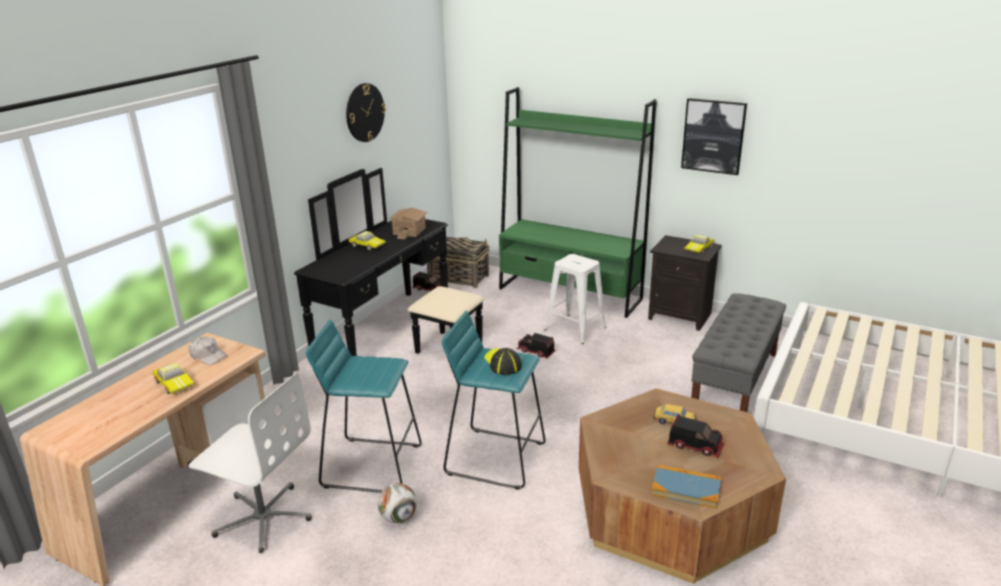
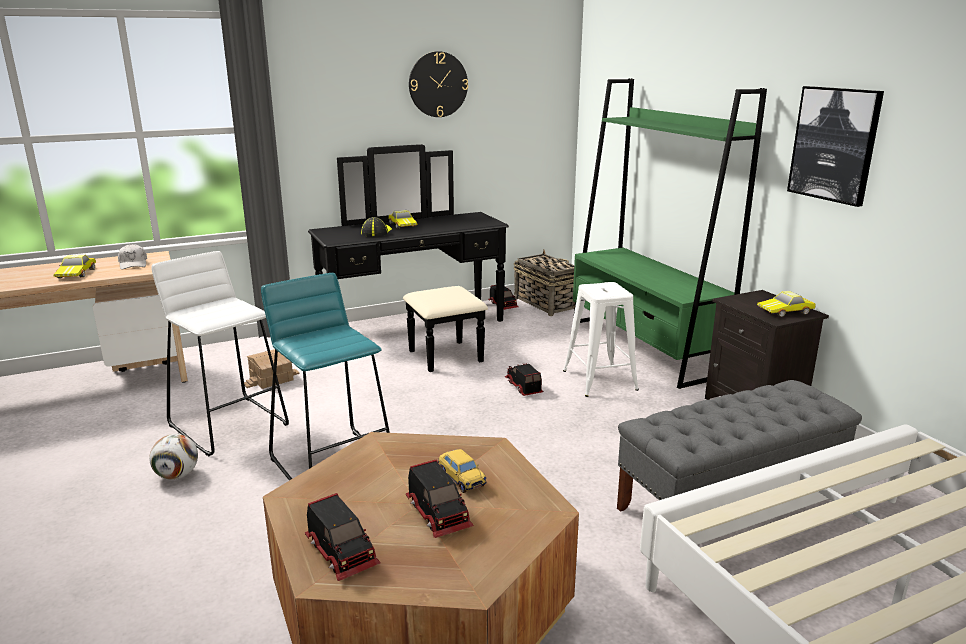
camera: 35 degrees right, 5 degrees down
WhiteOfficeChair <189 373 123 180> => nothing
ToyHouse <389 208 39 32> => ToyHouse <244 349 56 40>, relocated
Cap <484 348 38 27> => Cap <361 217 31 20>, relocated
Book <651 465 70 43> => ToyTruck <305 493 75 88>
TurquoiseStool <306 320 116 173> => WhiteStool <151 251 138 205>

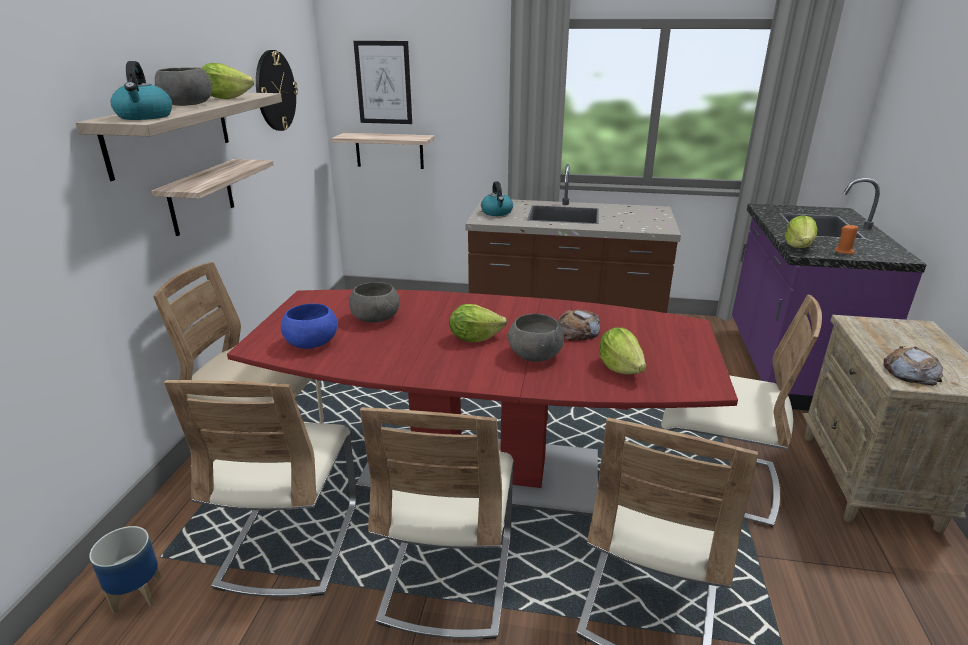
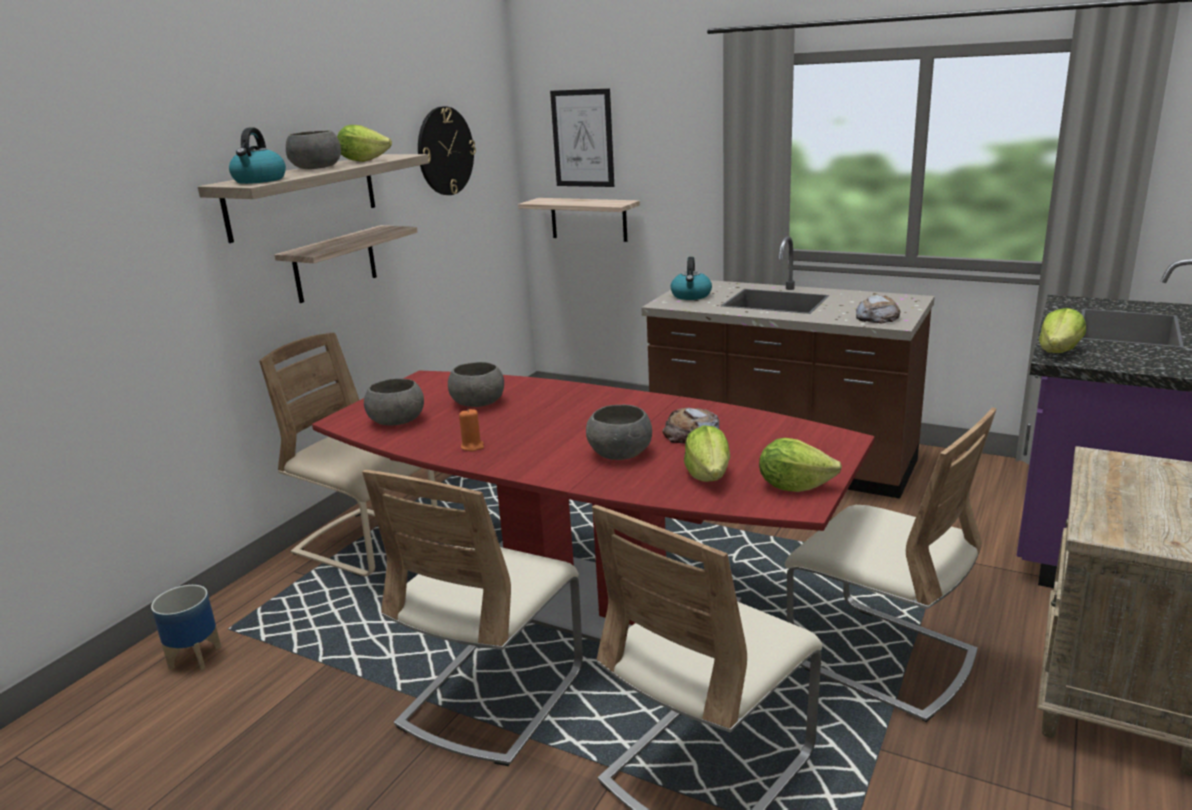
camera: 20 degrees right, 5 degrees down
BeigeChair <164 380 193 217> => nothing
Lettuce <449 304 58 38> => Lettuce <759 438 83 54>, relocated
OrangeCandle <834 224 24 30> => OrangeCandle <459 409 25 43>, relocated
Bread <884 346 59 40> => Bread <856 295 45 29>, relocated
BlueBowl <281 304 56 45> => GreyBowl <364 378 60 48>

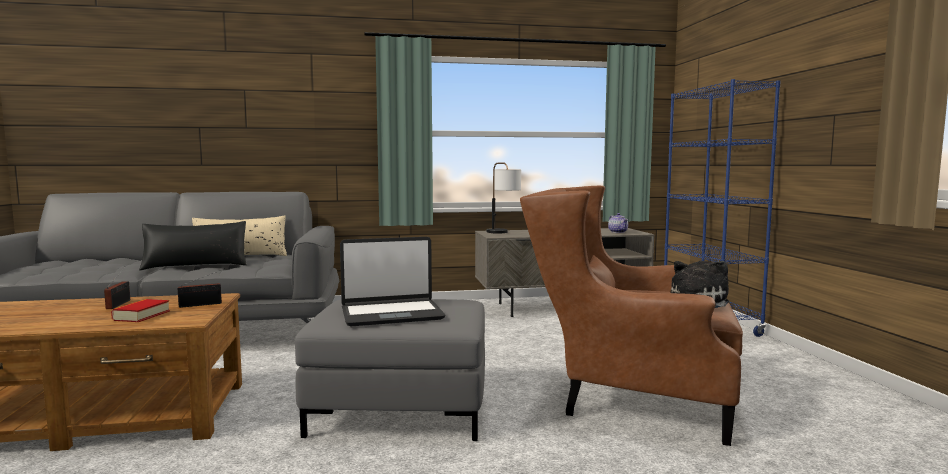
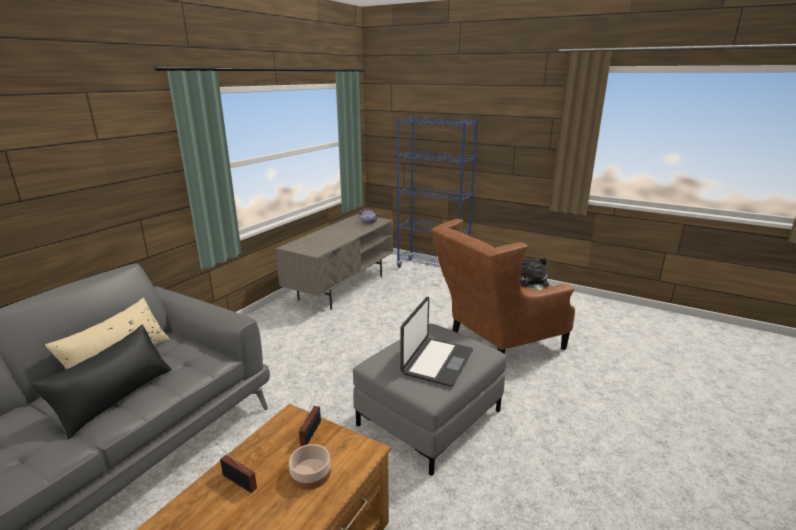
camera: 50 degrees left, 15 degrees up
TableLamp <487 162 34 72> => nothing
Book <111 299 59 23> => Bowl <289 444 42 46>

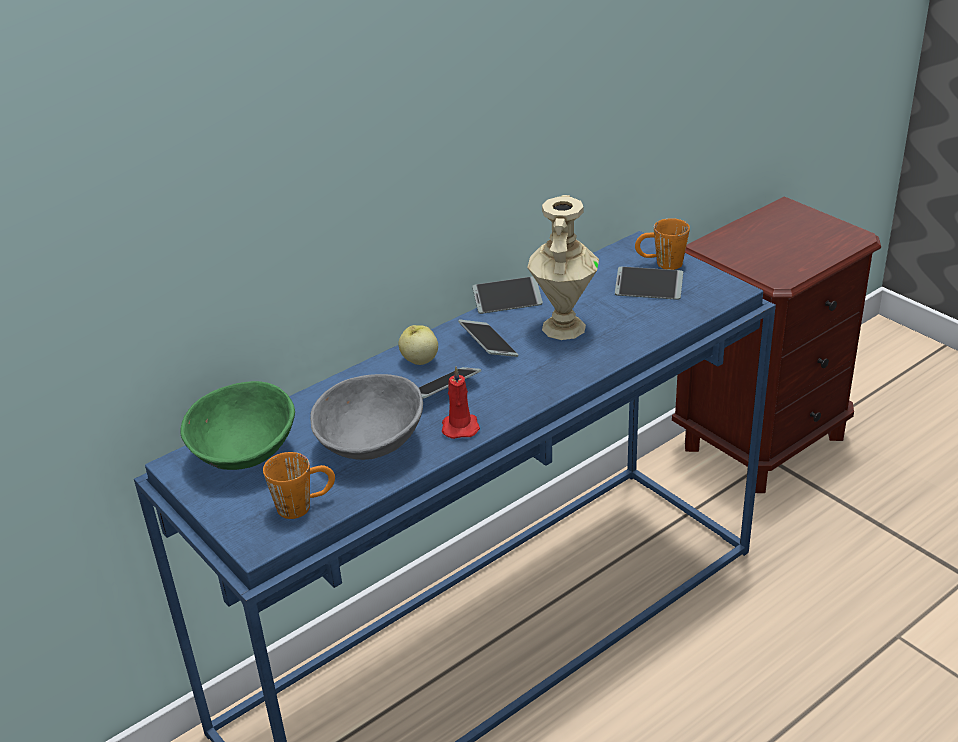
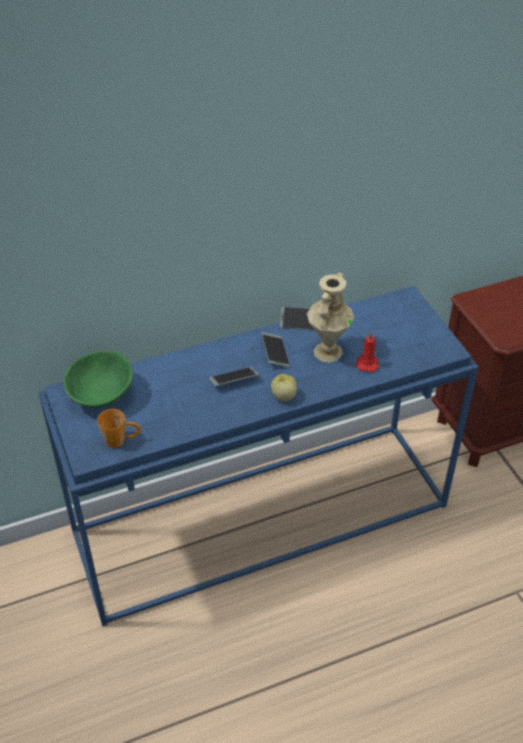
camera: 15 degrees right, 10 degrees up
GreyBowl <310 374 113 86> => nothing
Phone <615 267 68 33> => nothing
OrangeMug <635 218 55 52> => nothing
Apple <398 325 40 40> => Apple <271 374 26 27>, relocated
RedCandle <442 367 38 72> => RedCandle <356 331 23 41>, relocated

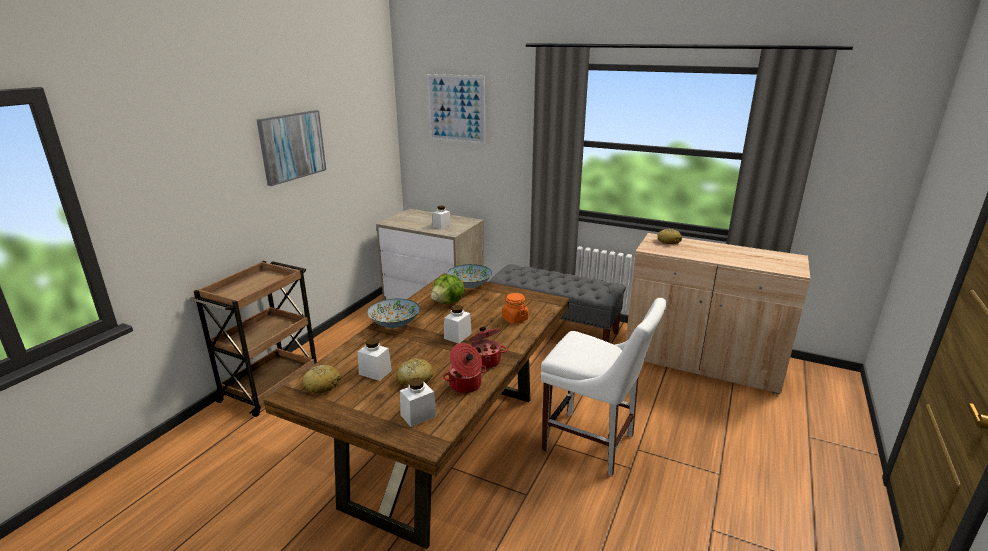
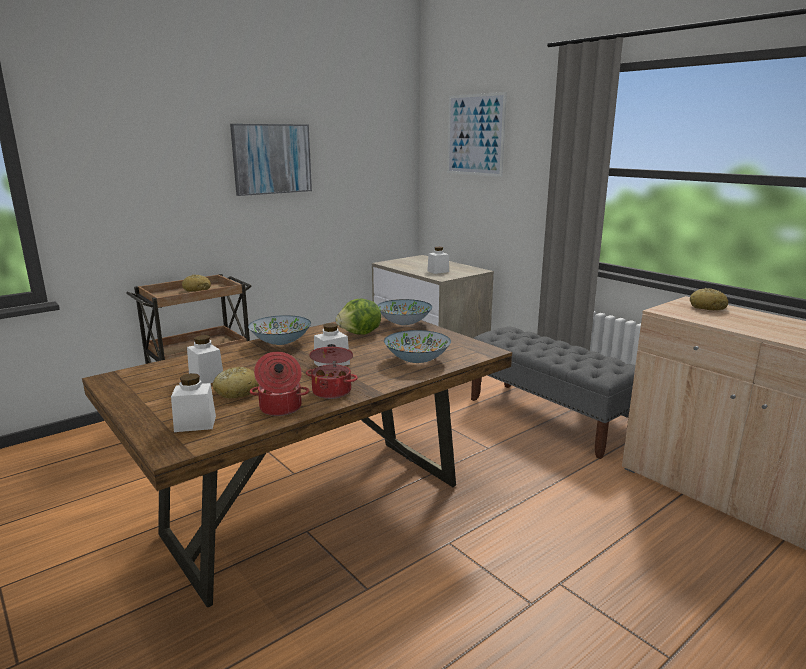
camera: 25 degrees right, 5 degrees down
WhiteChair <541 298 126 178> => nothing
Bread <302 365 39 29> => Bread <182 275 29 17>, relocated
OrangeJar <502 293 26 31> => Bowl <384 330 67 33>

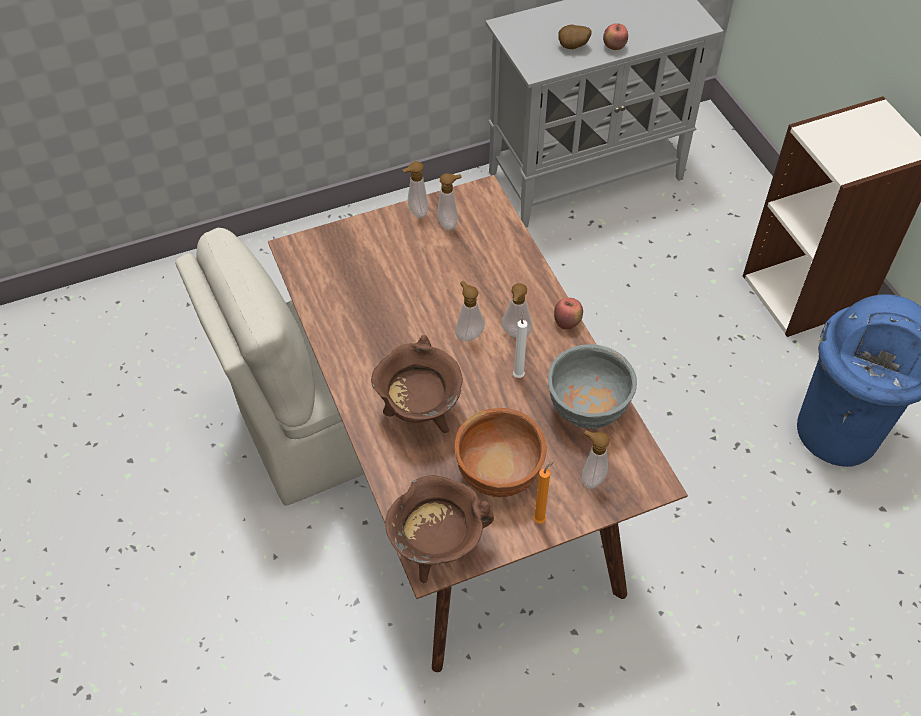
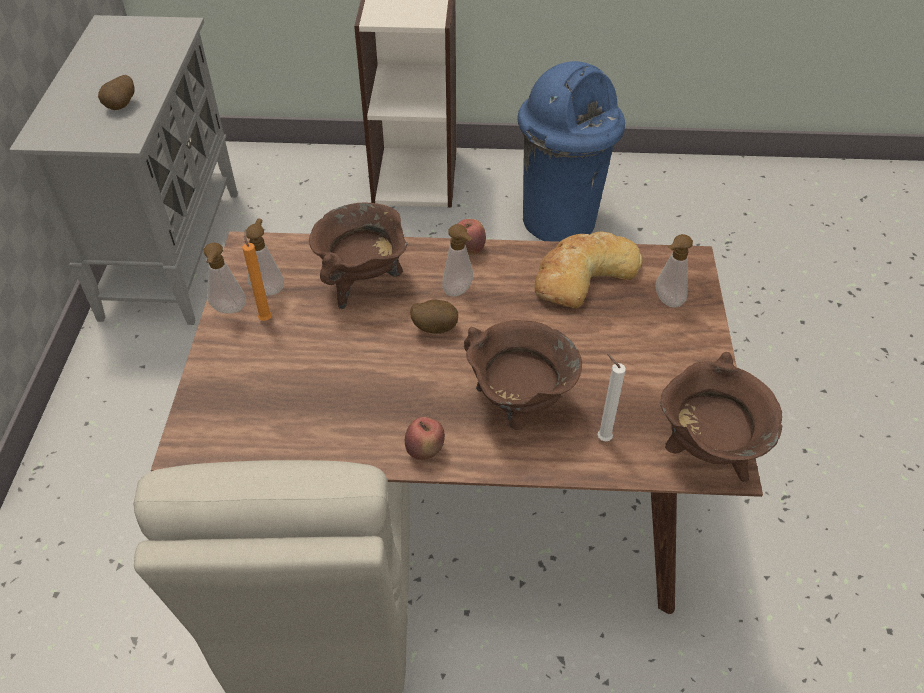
camera: 65 degrees left, 5 degrees down
BrownBowl <455 408 92 89> => nothing
nothing => BrownCookingPot <309 203 98 106>
WhiteCandle <513 309 15 69> => WhiteCandle <597 354 29 87>, relocated
OrangeCandle <533 461 21 63> => OrangeCandle <242 229 30 92>, relocated
Apple <603 24 25 26> => Apple <405 417 40 43>, relocated
SoapDispenser <455 281 30 60> => Potato <410 299 48 35>
GreyBowl <548 344 89 85> => Bread <535 232 108 77>

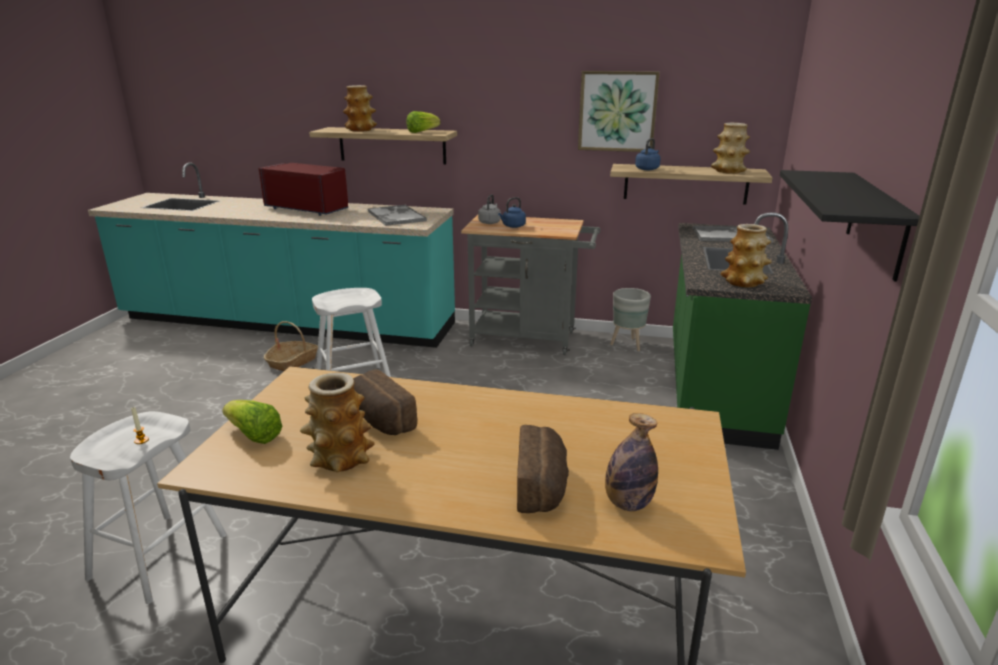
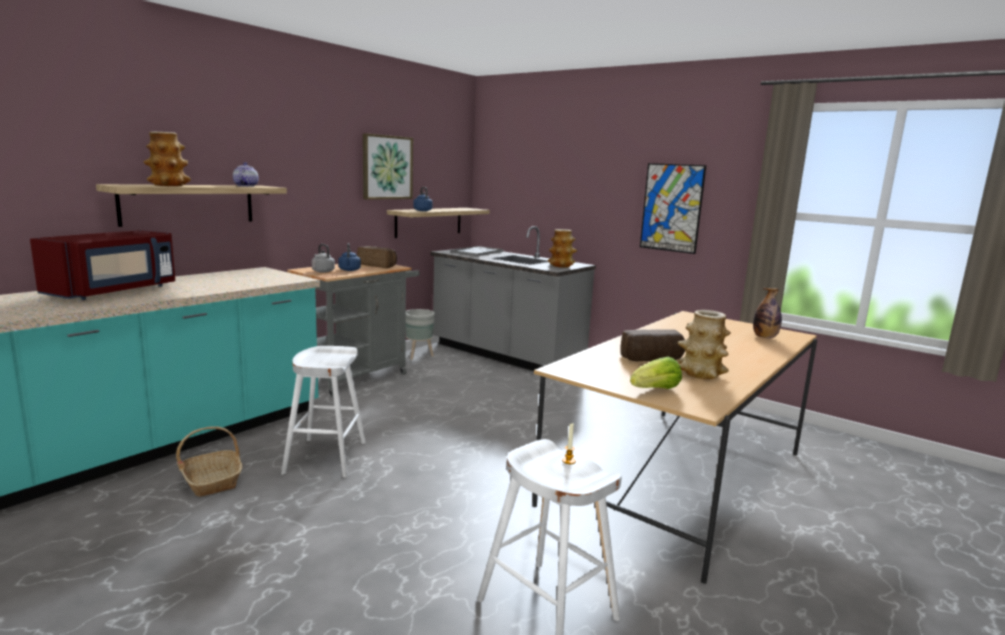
camera: 65 degrees left, 10 degrees down
Tray <367 205 60 21> => nothing
Vase <711 123 39 51> => nothing
Bread <517 425 52 88> => Bread <357 246 40 22>, relocated
Lettuce <406 111 34 22> => Teapot <233 162 26 25>
BlackShelf <780 170 139 112> => Picture <640 163 66 91>
GreenCounter <673 212 139 238> => GreyCounter <430 226 166 145>
RedMicrowave <259 163 89 53> => RedMicrowave <30 230 146 70>, 150 degrees clockwise

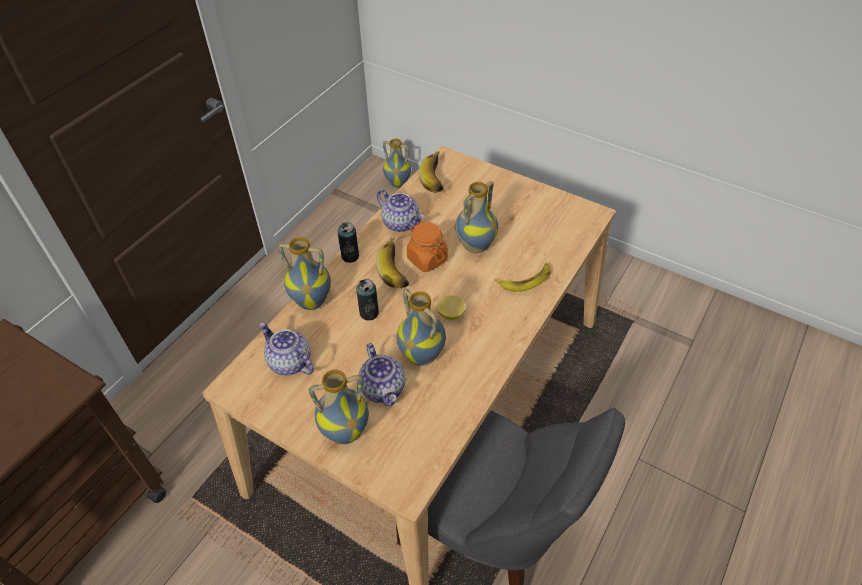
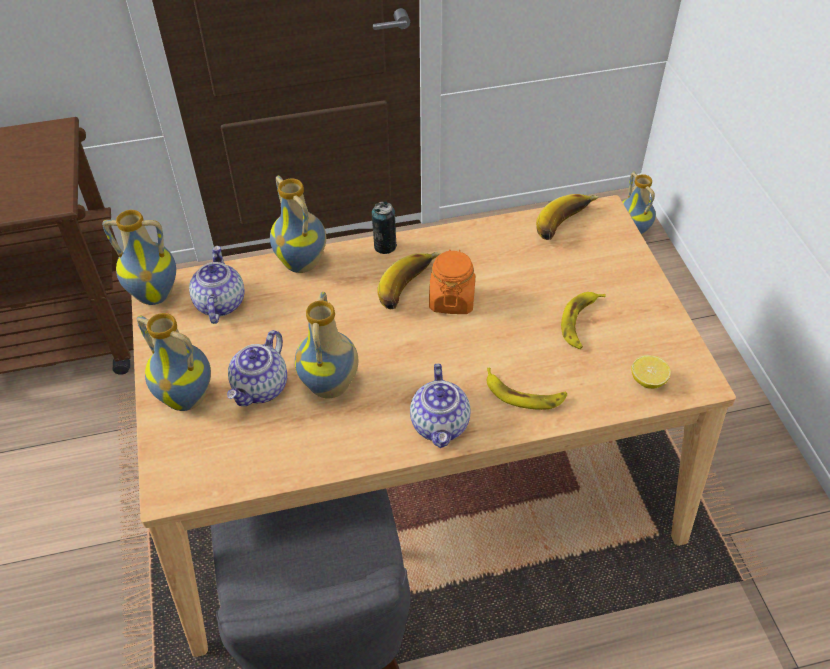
camera: 45 degrees right, 0 degrees up
Can <356 279 23 42> => nothing
nothing => Banana <561 292 45 57>
Teapot <377 189 47 43> => Teapot <410 364 61 84>, relocated
Lemon <437 295 29 25> => Lemon <631 355 40 34>, relocated
Vase <455 181 43 72> => Vase <102 210 74 95>, relocated

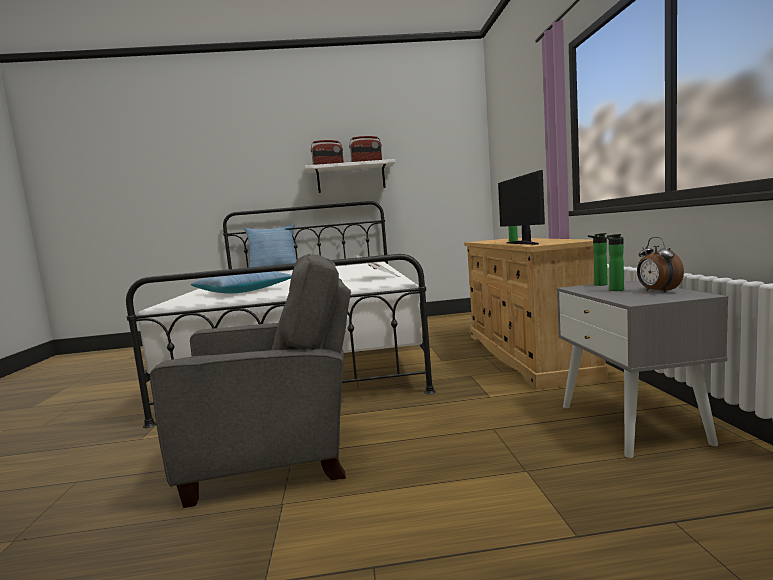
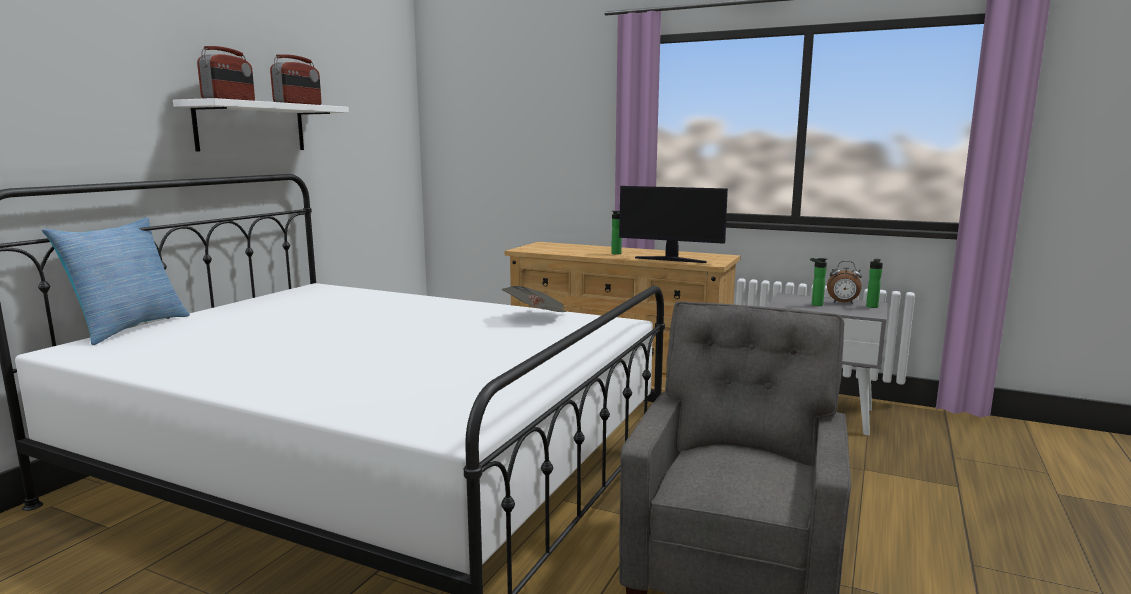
camera: 60 degrees left, 5 degrees up
Pillow <191 271 101 23> => nothing
Bottle <588 233 20 53> => Bottle <866 259 17 49>, relocated

